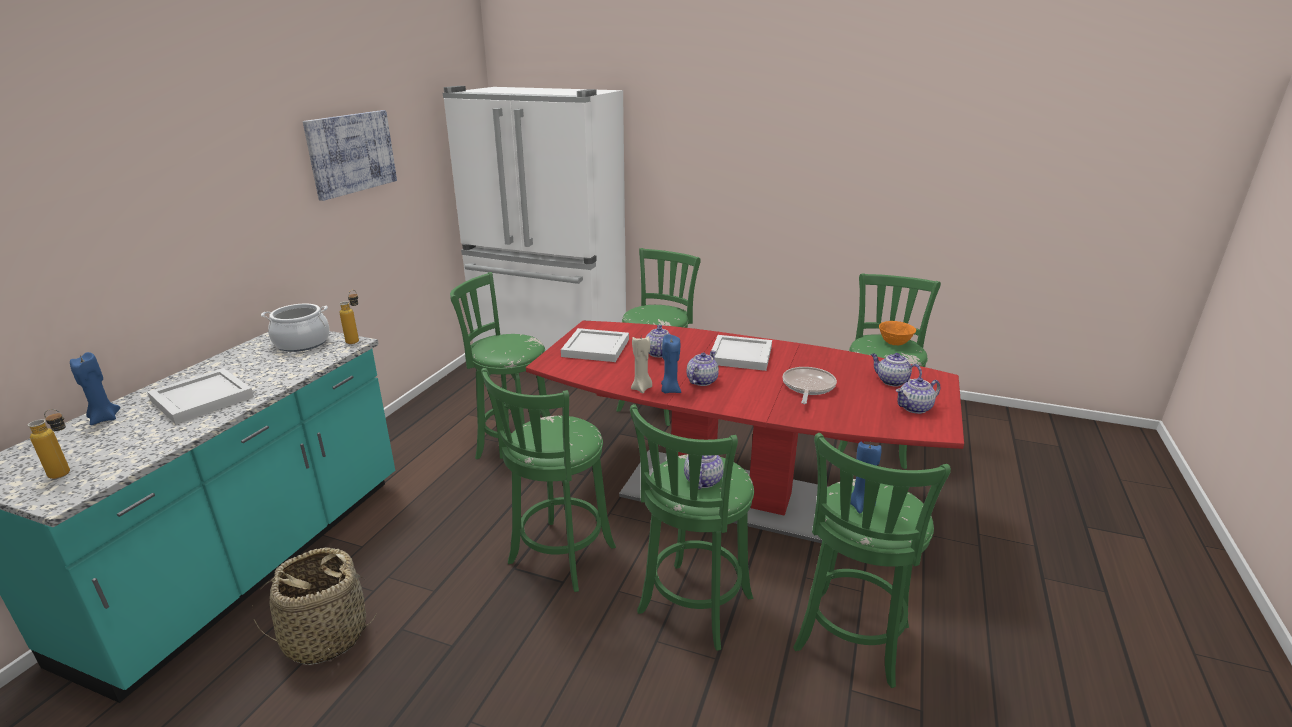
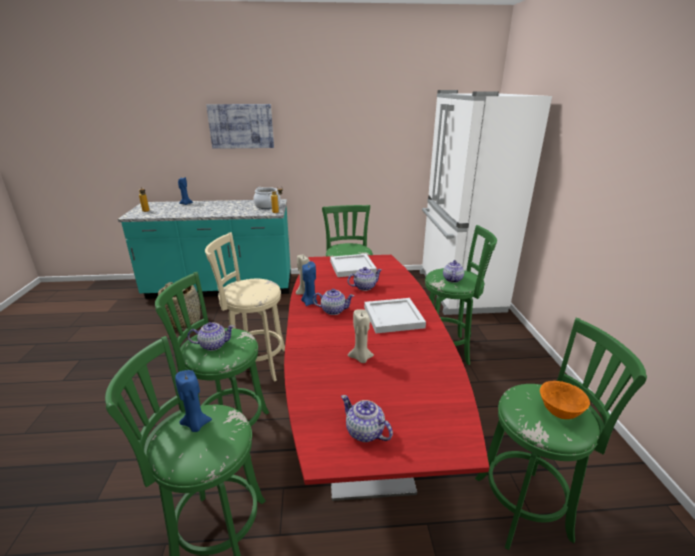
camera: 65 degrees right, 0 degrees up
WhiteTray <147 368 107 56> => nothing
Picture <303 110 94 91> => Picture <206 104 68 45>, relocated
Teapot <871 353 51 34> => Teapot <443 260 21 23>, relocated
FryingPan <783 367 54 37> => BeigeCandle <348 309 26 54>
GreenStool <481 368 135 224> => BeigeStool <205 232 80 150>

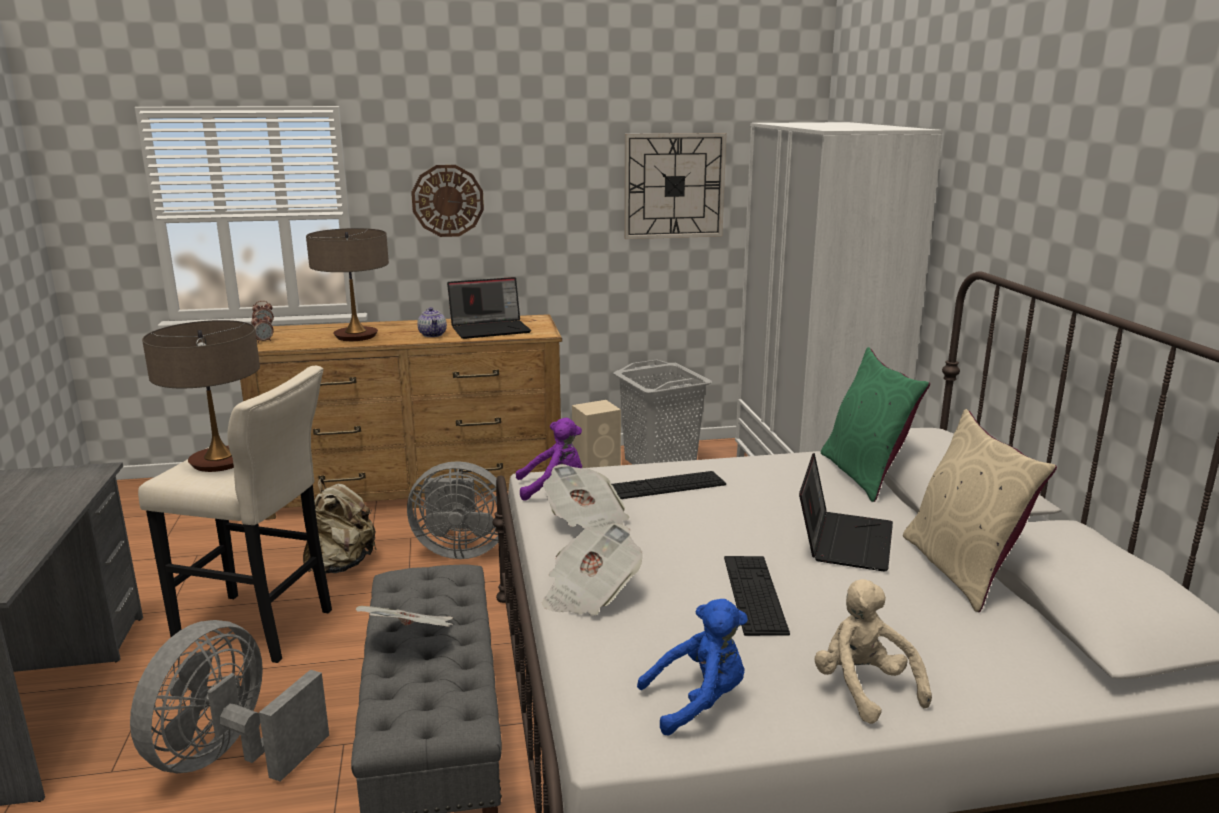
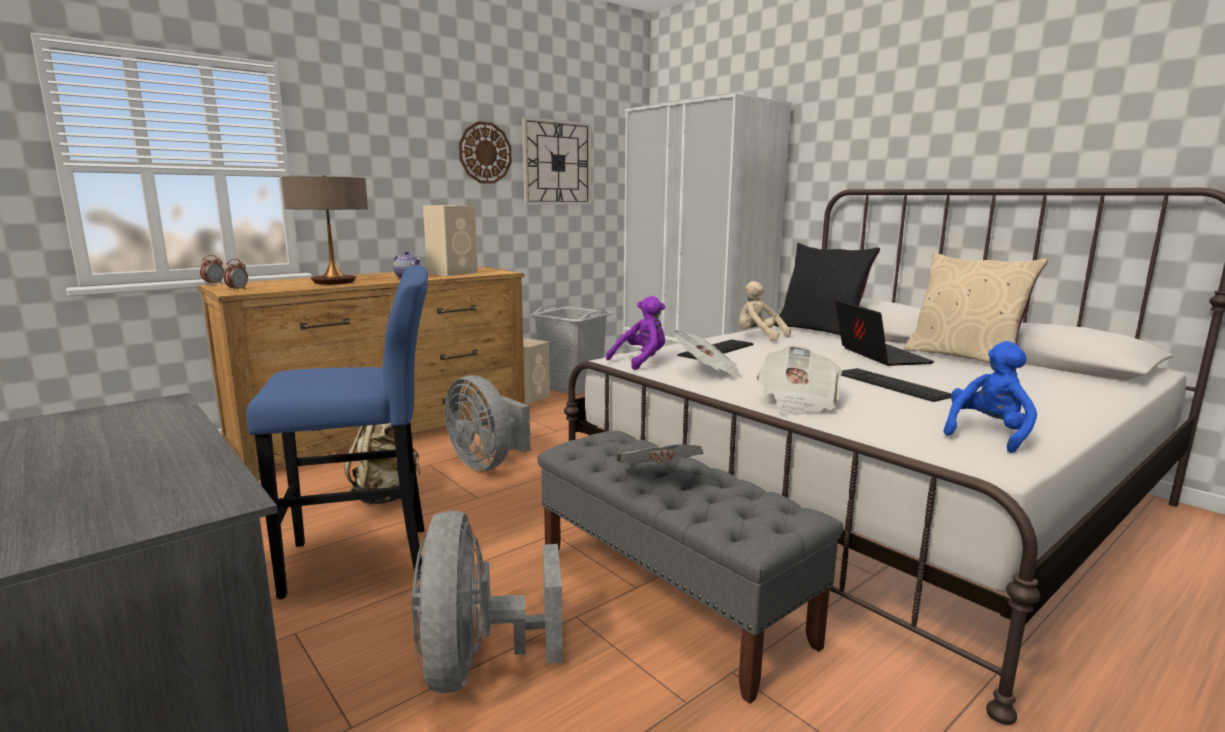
camera: 30 degrees left, 5 degrees down
TableLamp <142 320 118 152> => nothing
WallClock <411 165 73 72> => WallClock <459 121 53 63>, relocated
BeigePlushToy <814 579 118 145> => BeigePlushToy <739 281 52 60>, relocated
Laptop <447 277 84 62> => BeigeSpeaker <423 205 55 71>
BeigeStool <138 366 194 297> => BlueStool <246 265 182 334>
GreenPillow <821 347 109 155> => BlackPillow <774 243 106 92>
GreyFan <407 461 91 98> => GreyFan <445 375 86 96>, 75 degrees clockwise

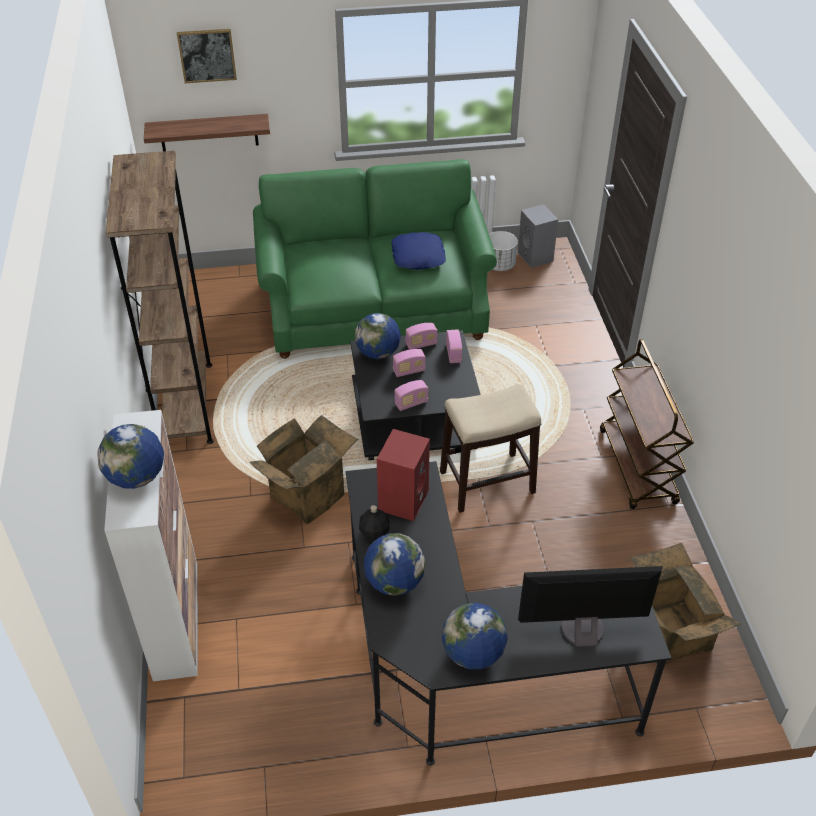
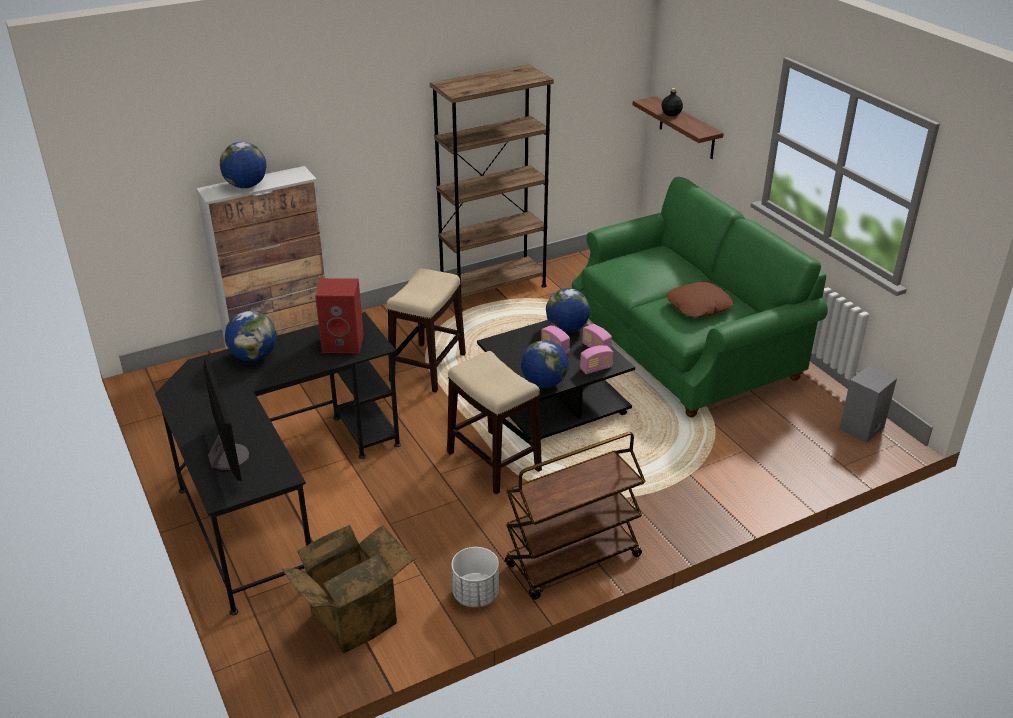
camera: 70 degrees right, 10 degrees down
Picture <177 29 60 54> => nothing
Radio <394 380 34 31> => nothing
BlackBottle <359 505 31 35> => BlackBottle <662 88 21 28>, relocated
Globe <442 603 66 66> => Globe <521 340 48 48>, relocated
WhitePlanter <489 231 29 40> => WhitePlanter <452 547 47 60>, relocated
CardboardBox <249 415 109 109> => Stool <387 268 79 124>
BluePillow <391 232 55 38> => BrownPillow <666 282 68 36>

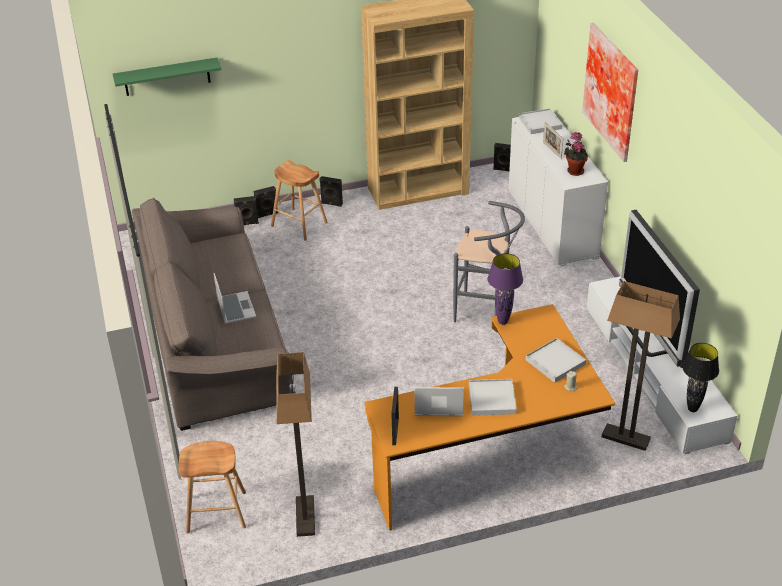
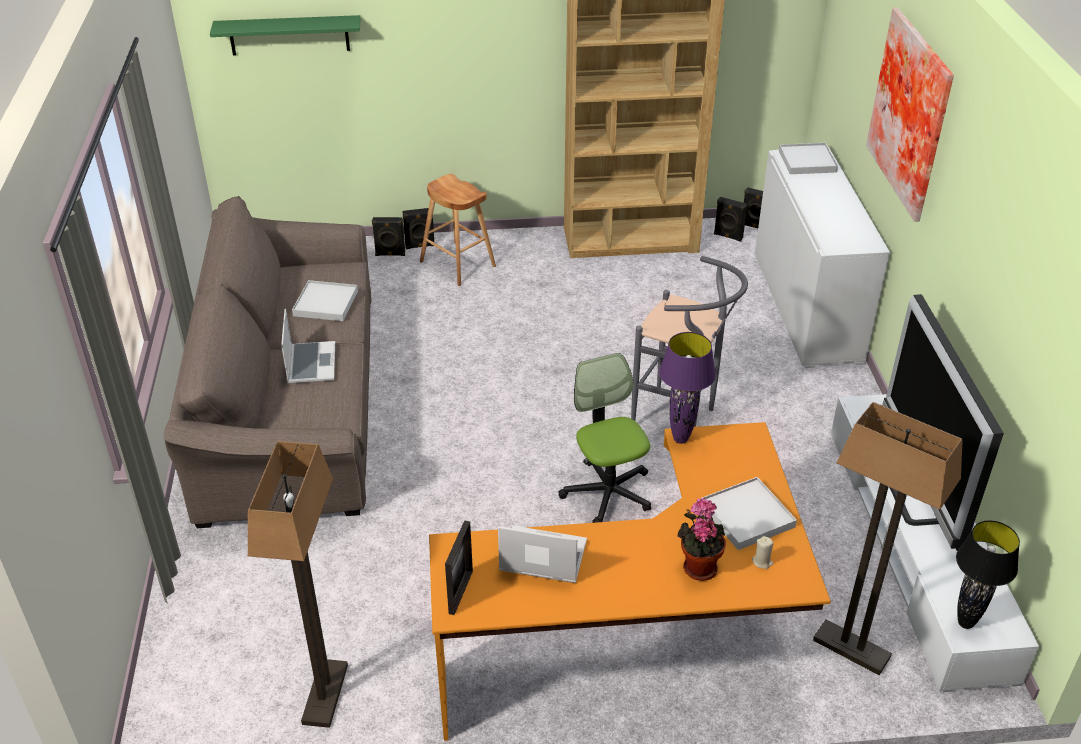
camera: 10 degrees right, 0 degrees up
BrownStool <179 441 67 93> => nothing
PictureFrame <543 122 20 37> => nothing
nothing => OfficeChair <559 353 92 170>
BlackSpeaker <320 176 23 31> => BlackSpeaker <714 197 33 45>, relocated
WhiteTray <469 379 48 37> => WhiteTray <292 280 66 41>, relocated
PottedPlant <564 132 24 44> => PottedPlant <678 498 48 83>, relocated

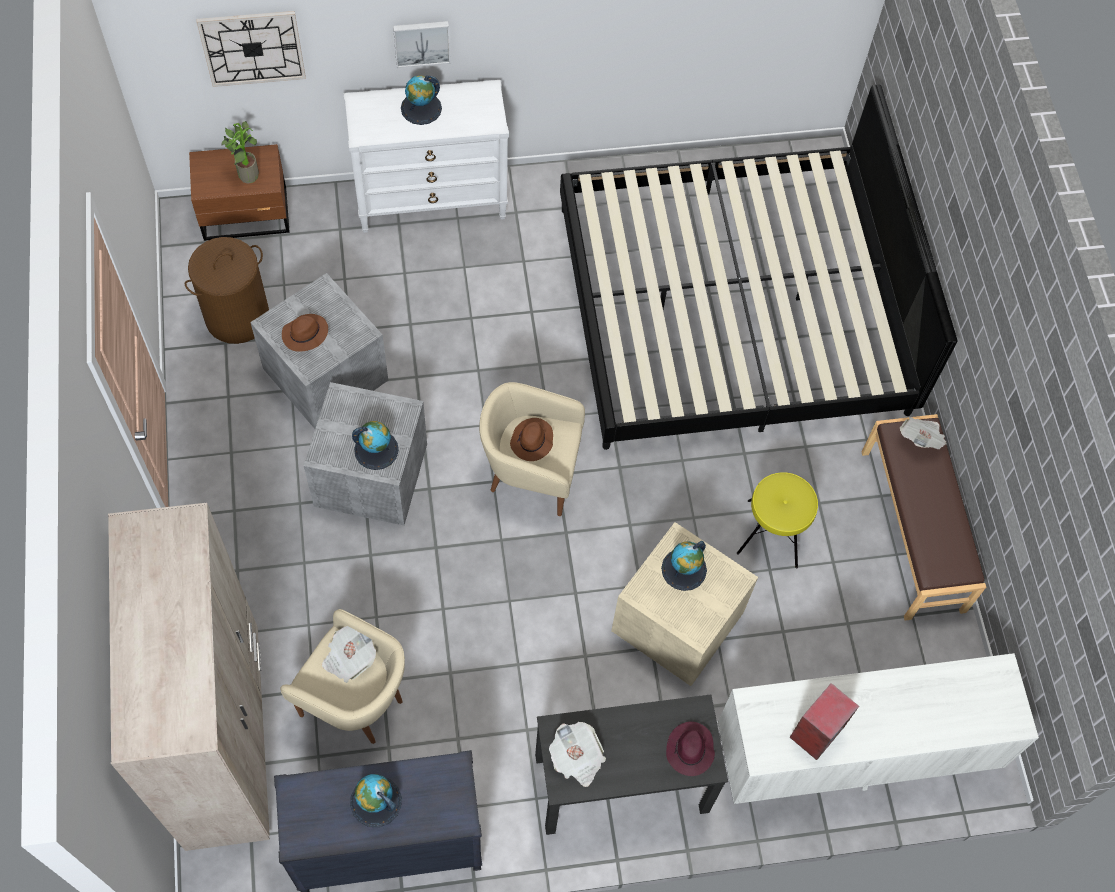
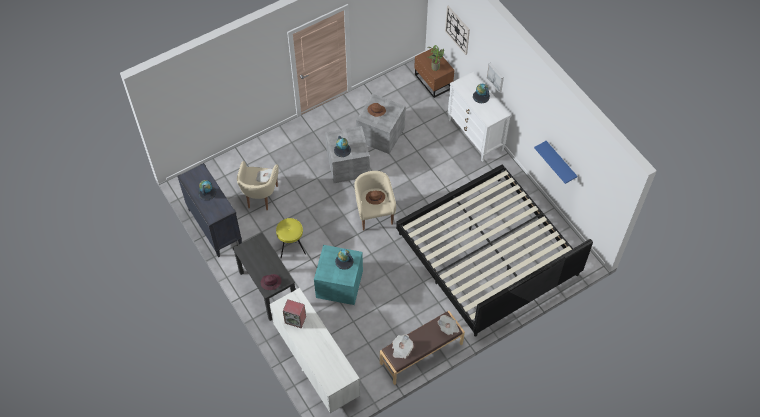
camera: 70 degrees right, 5 degrees down
BeigeWardrobe <108 503 162 348> => nothing
BrownLaundryBasket <185 237 84 107> => nothing
nothing => BlueShelf <534 141 43 43>
Newspaper <549 722 57 65> => Newspaper <392 334 21 25>, relocated
YellowStool <737 472 81 97> => YellowStool <276 218 30 40>, relocated
BeigeStorageBox <611 522 147 164> => TurquoiseStorageBox <314 245 49 60>

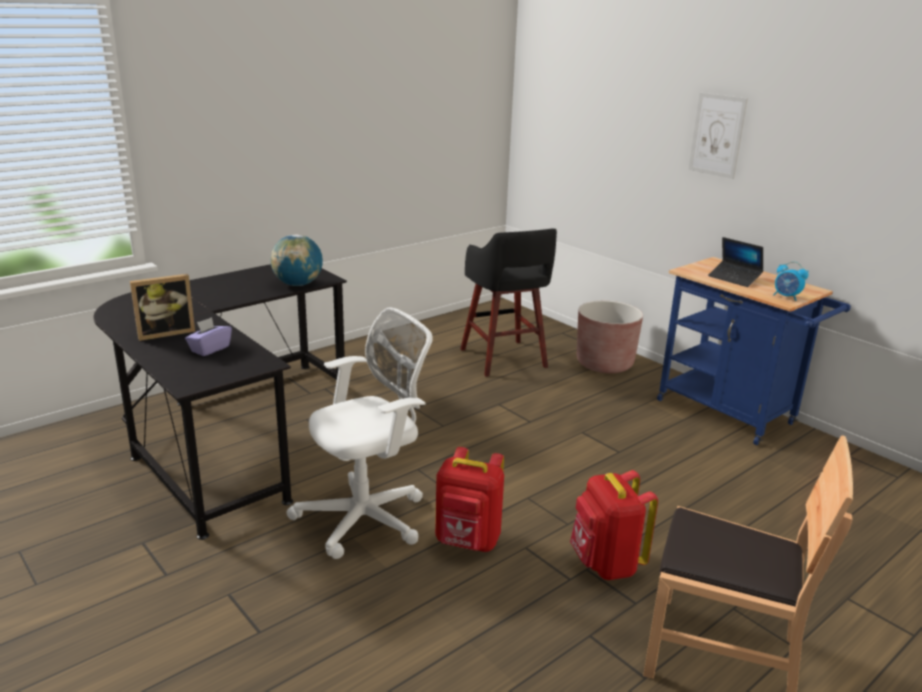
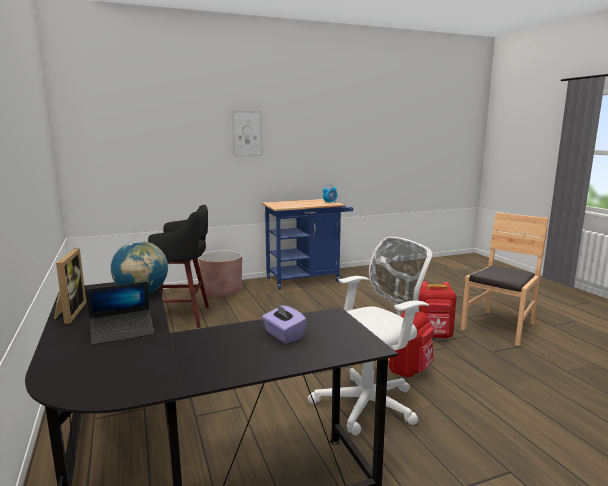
camera: 70 degrees left, 10 degrees down
PictureFrame <130 274 65 67> => PictureFrame <54 248 32 76>, relocated
Laptop <708 237 55 50> => Laptop <86 281 68 64>, relocated
WhiteOfficeChair <286 307 147 252> => WhiteOfficeChair <308 237 124 198>, 75 degrees clockwise

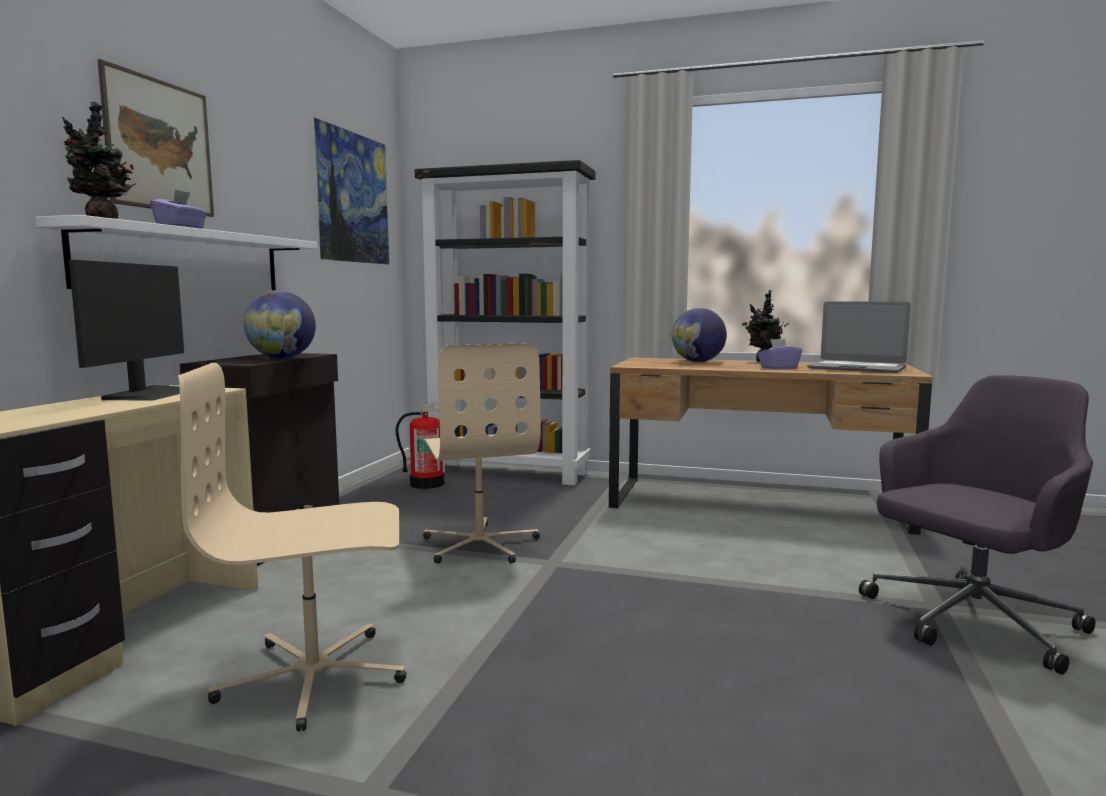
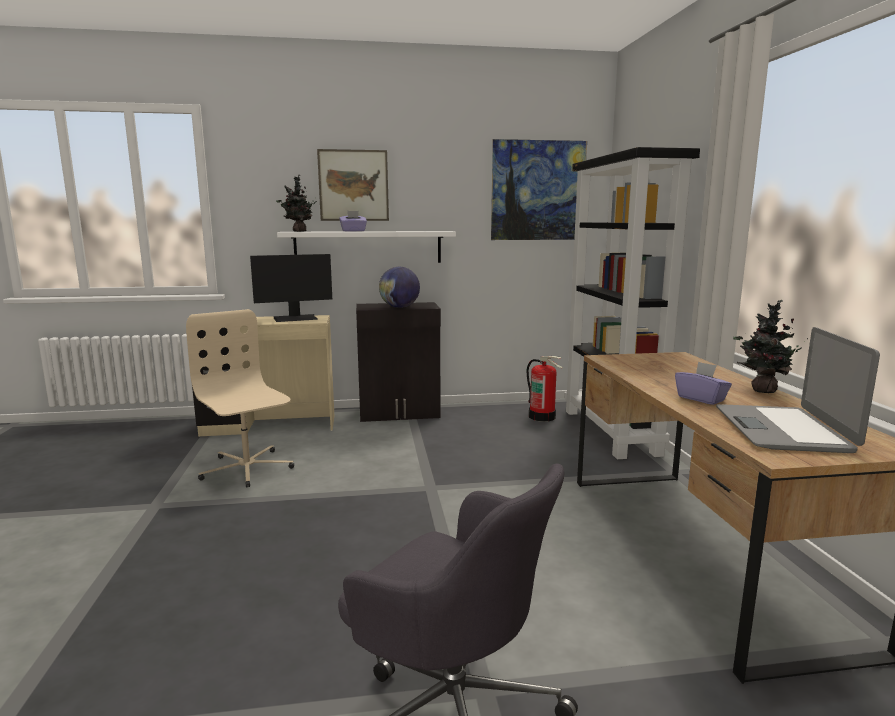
camera: 65 degrees right, 5 degrees up
BeigeOfficeChair <423 343 118 221> => nothing
Globe <672 308 55 54> => nothing

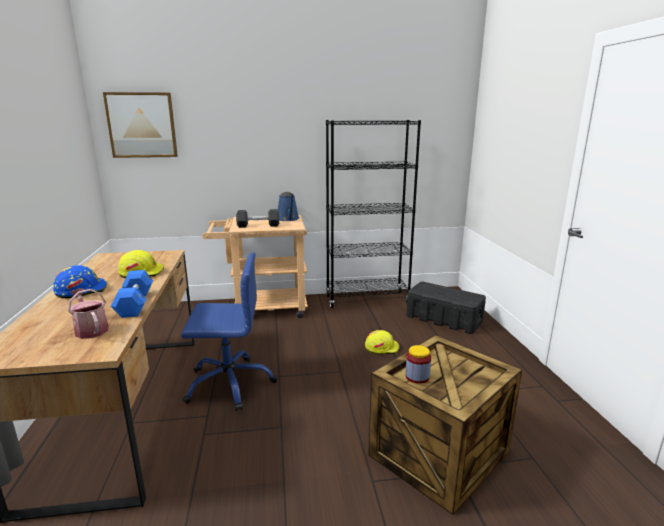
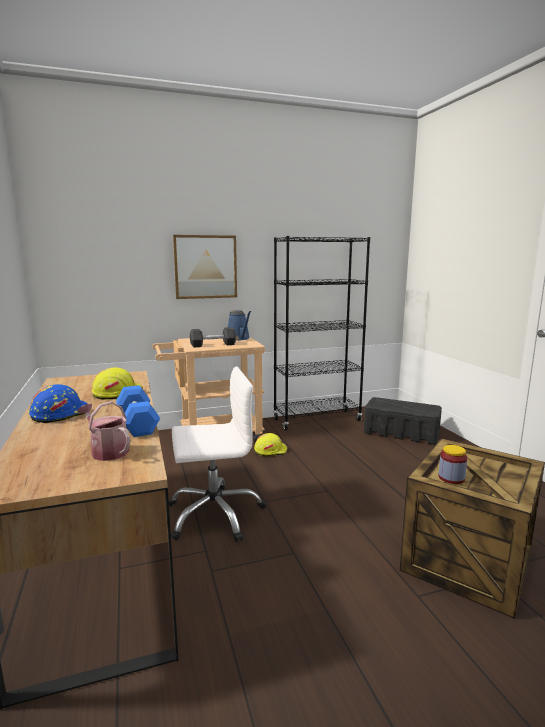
camera: 10 degrees left, 5 degrees down
Picture <103 92 75 66> => Picture <173 235 64 64>, relocated
YellowHardHat <365 330 34 24> => YellowHardHat <254 433 33 23>, relocated
BlueOfficeChair <181 252 96 159> => WhiteOfficeChair <169 367 97 175>

